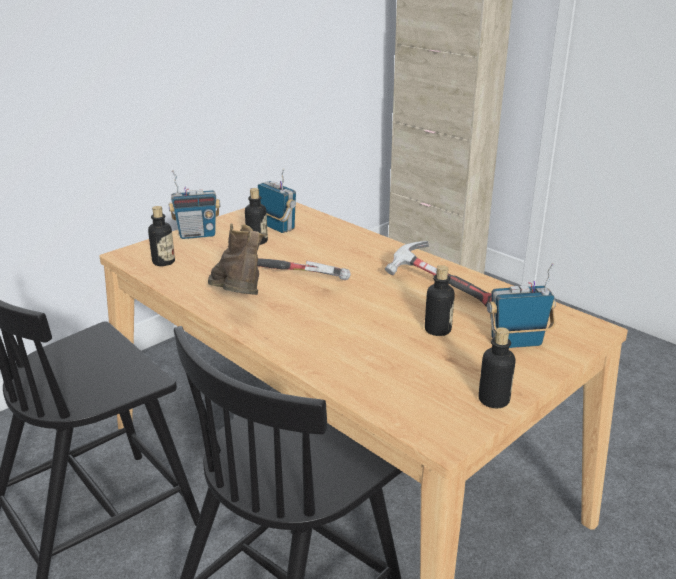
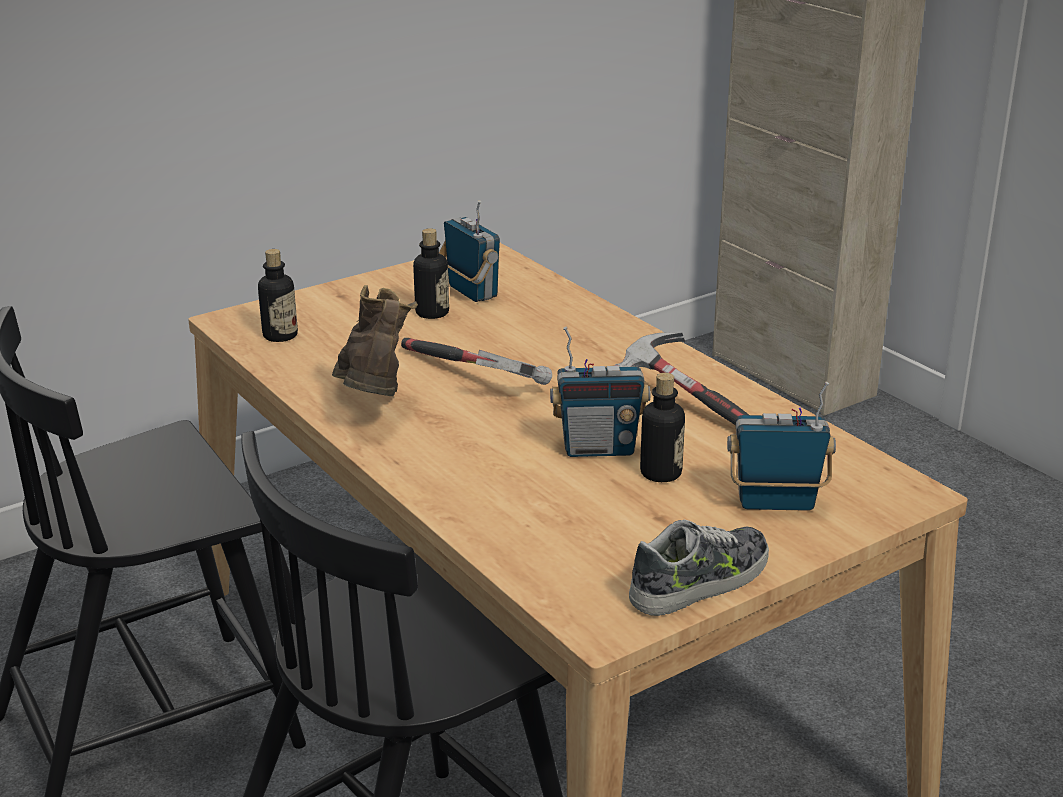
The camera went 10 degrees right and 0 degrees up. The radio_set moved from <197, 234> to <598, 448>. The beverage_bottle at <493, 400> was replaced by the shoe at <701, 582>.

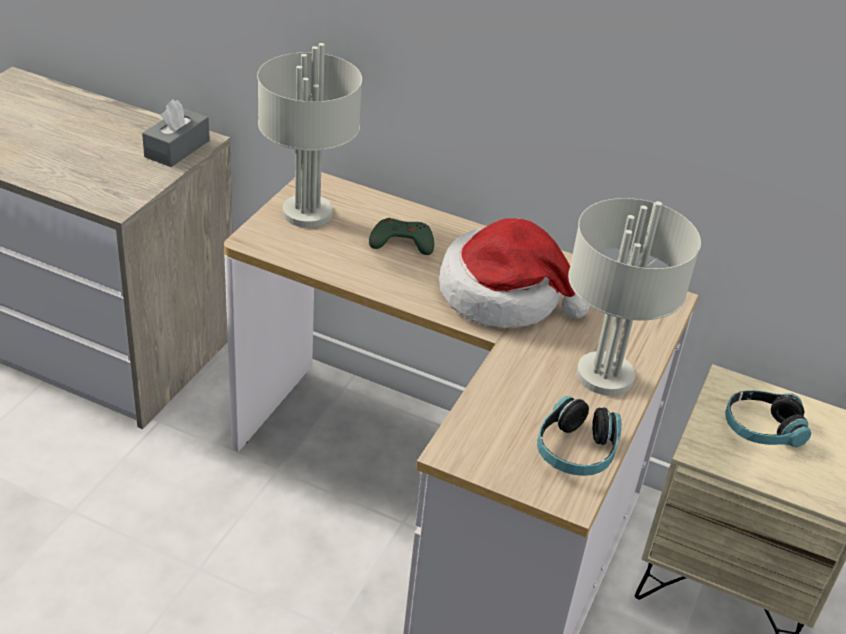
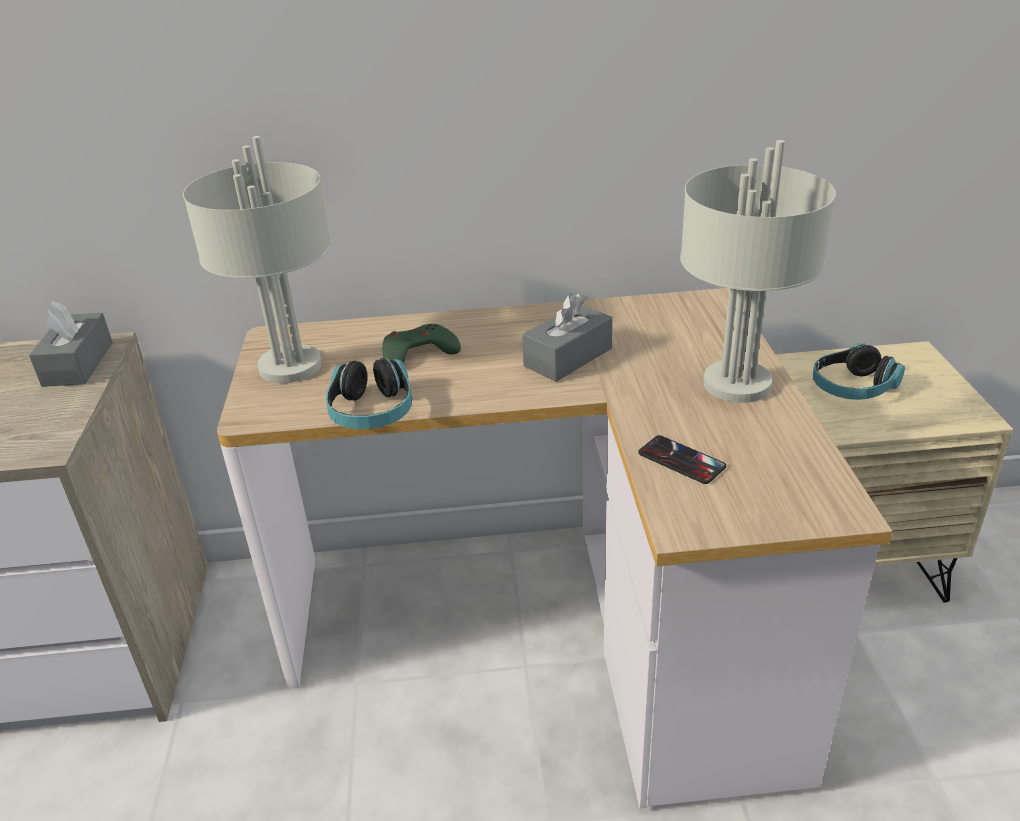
The camera went 25 degrees left and 5 degrees down. The headphones moved from <576, 451> to <372, 411>. The wearable_hat at <503, 295> was replaced by the greyish_box_of_tissues at <568, 357>. The handset at <681, 460> appeared.

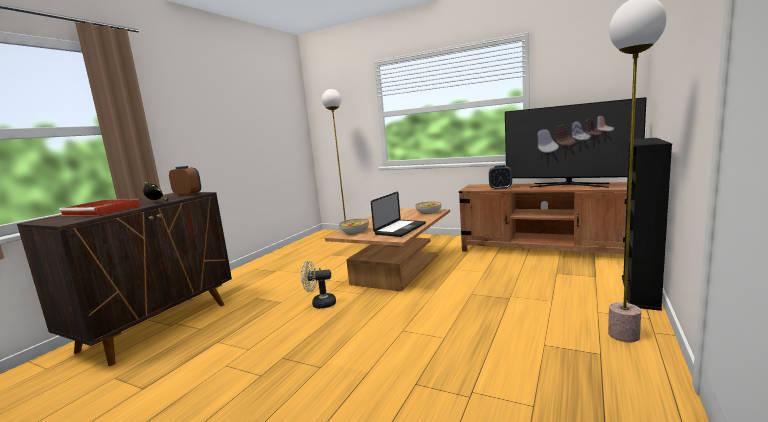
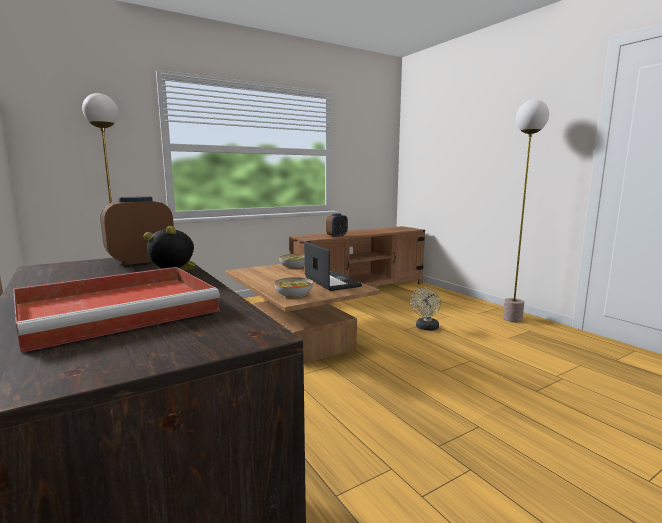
The camera went 60 degrees left and 0 degrees up. The beige_cooling_fan moved from <320, 304> to <426, 328>. The television at <568, 185> disappeared. The black-coloured_shelving_unit at <640, 292> disappeared.

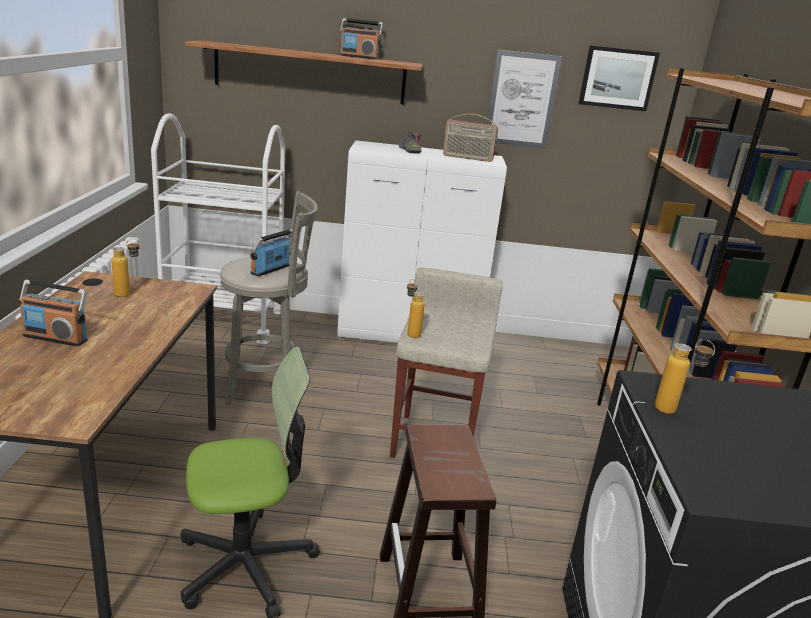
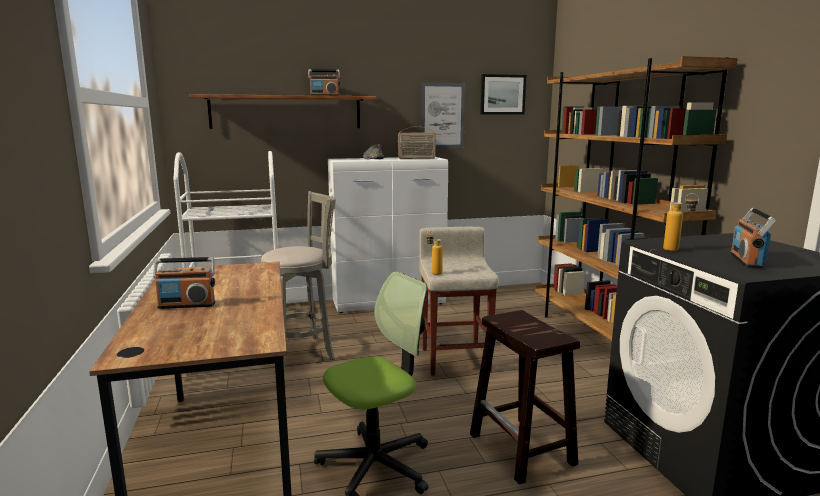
The camera went 15 degrees left and 10 degrees down. The radio_set moved from <270, 270> to <746, 261>. The beverage_bottle at <129, 295> disappeared.

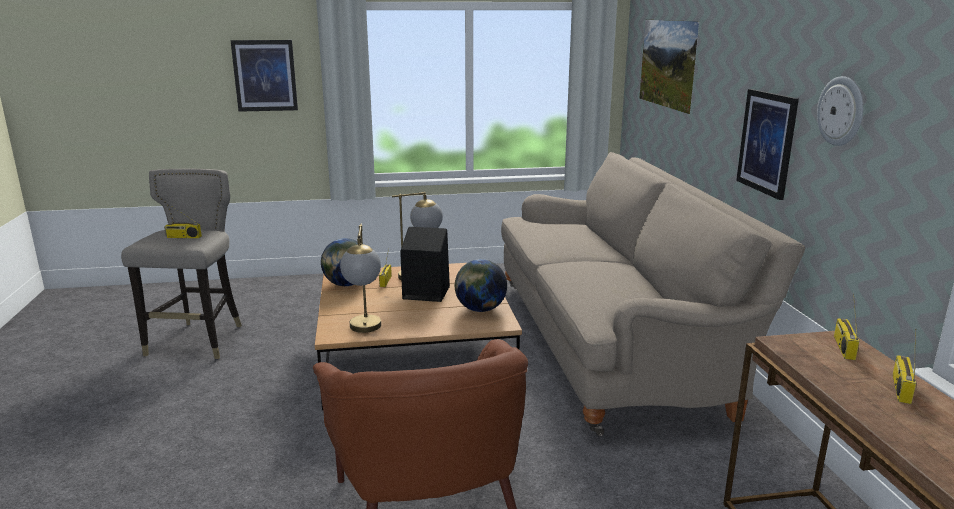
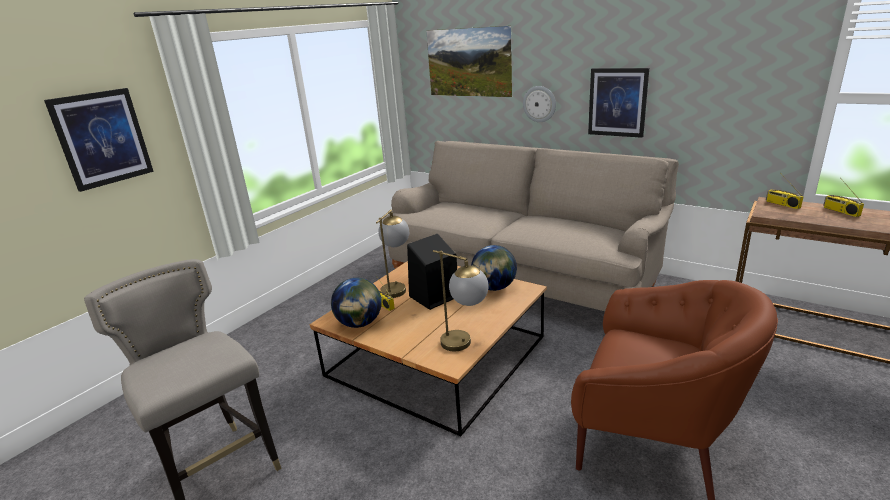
The camera went 45 degrees left and 5 degrees up. The clock_on_the_wall moved from <841, 111> to <539, 104>. The radio_set at <183, 237> disappeared.

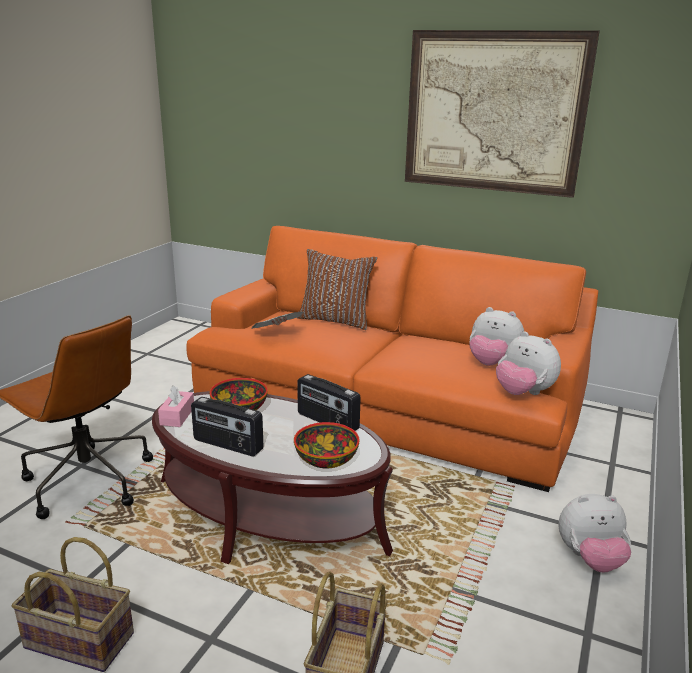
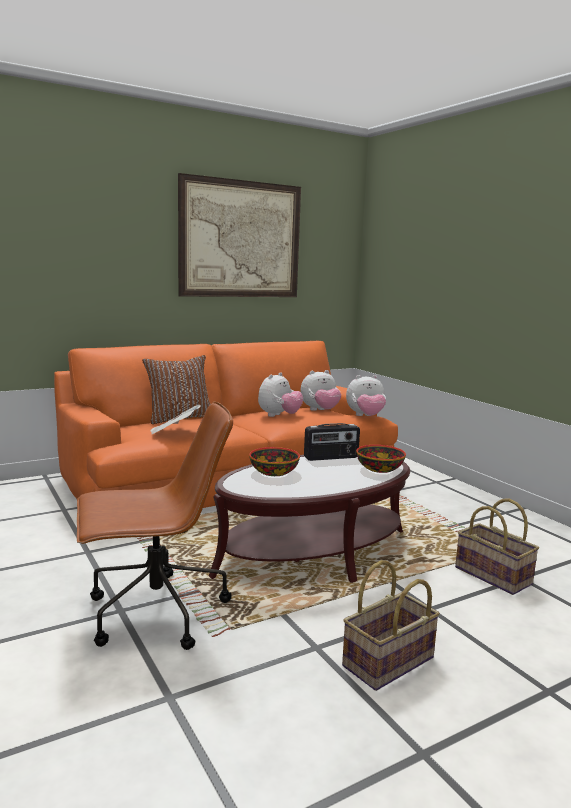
The camera went 55 degrees left and 10 degrees down. The cuddly_toy moved from <590, 559> to <279, 416>. The pink_box_of_tissues at <177, 416> disappeared. The radio_set at <227, 445> disappeared.

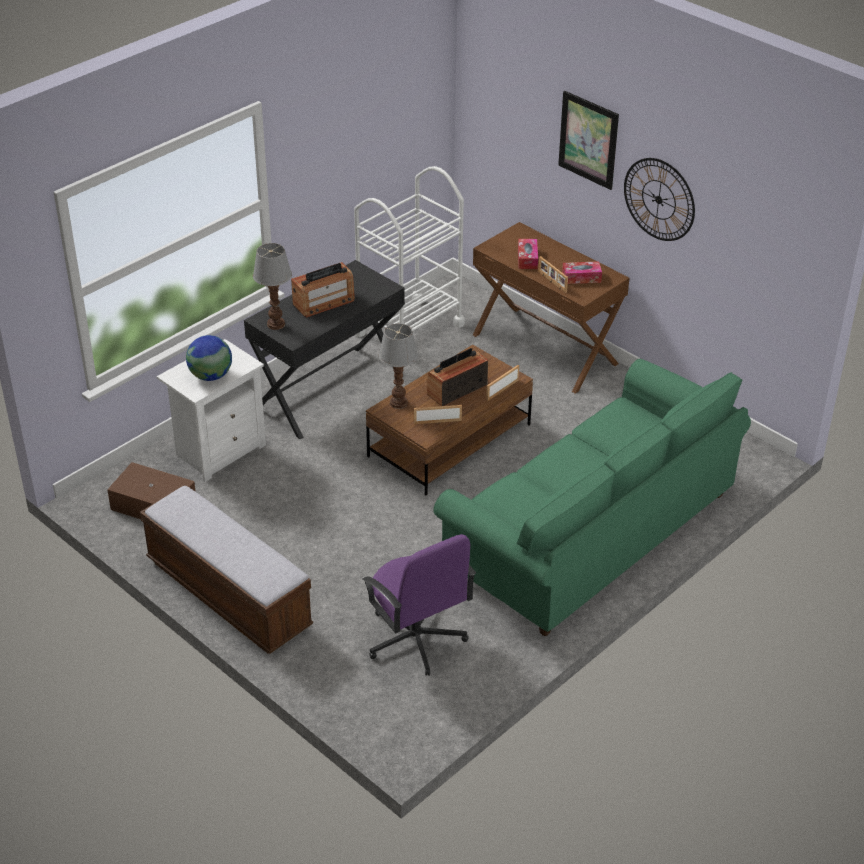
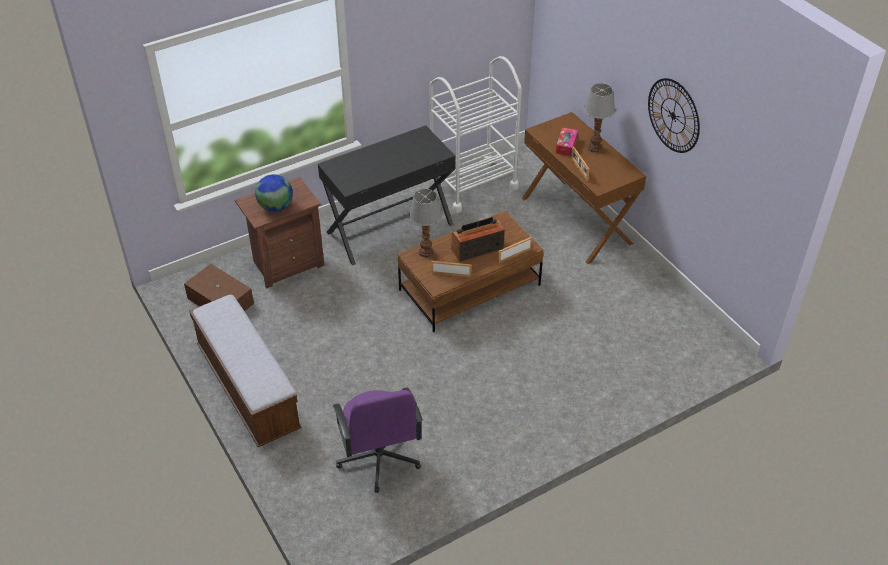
The camera went 15 degrees right and 5 degrees up. The white-coloured_nightstand at <219, 450> became the brownish_nightstand at <287, 263>. The tabletop_lamp moved from <275, 324> to <594, 148>. The radio_set at <323, 302> disappeared. The green_couch at <589, 534> disappeared. The wall_art at <588, 140> disappeared. The box_of_tissues at <581, 277> disappeared.

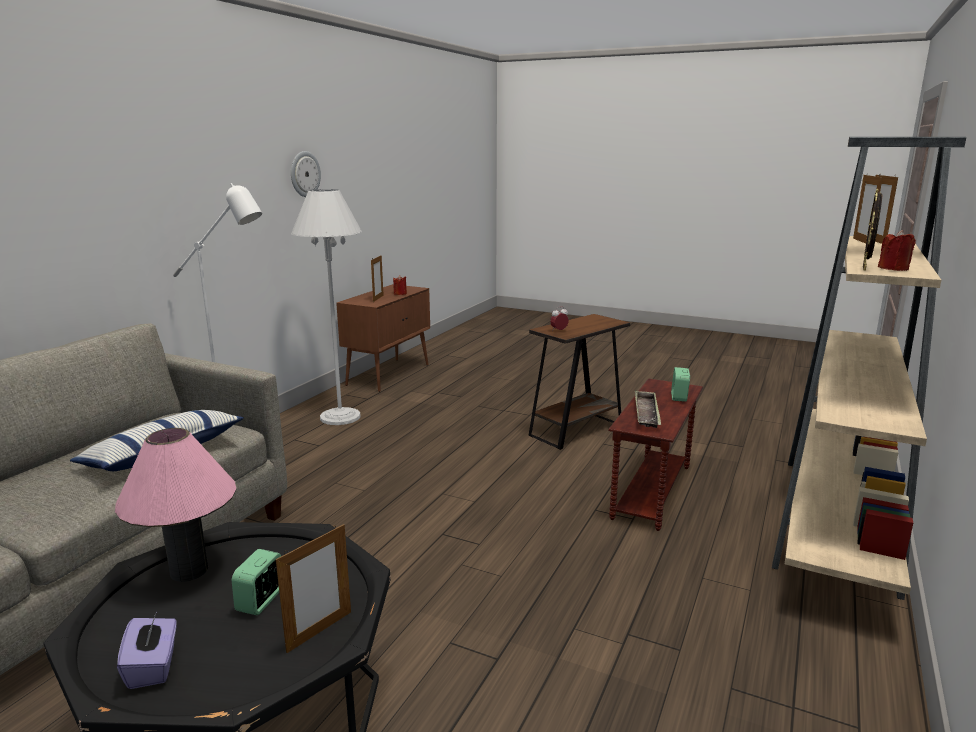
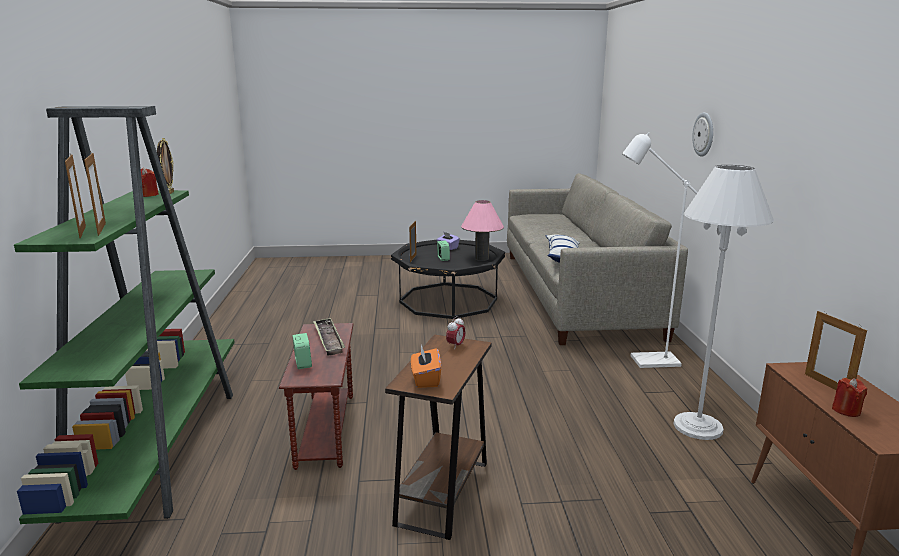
The camera went 150 degrees right and 0 degrees up. The beige_shelving_unit at <837, 521> became the green_shelving_unit at <159, 447>. The orange_box_of_tissues at <425, 379> appeared. The clock_on_the_wall moved from <304, 174> to <704, 134>.

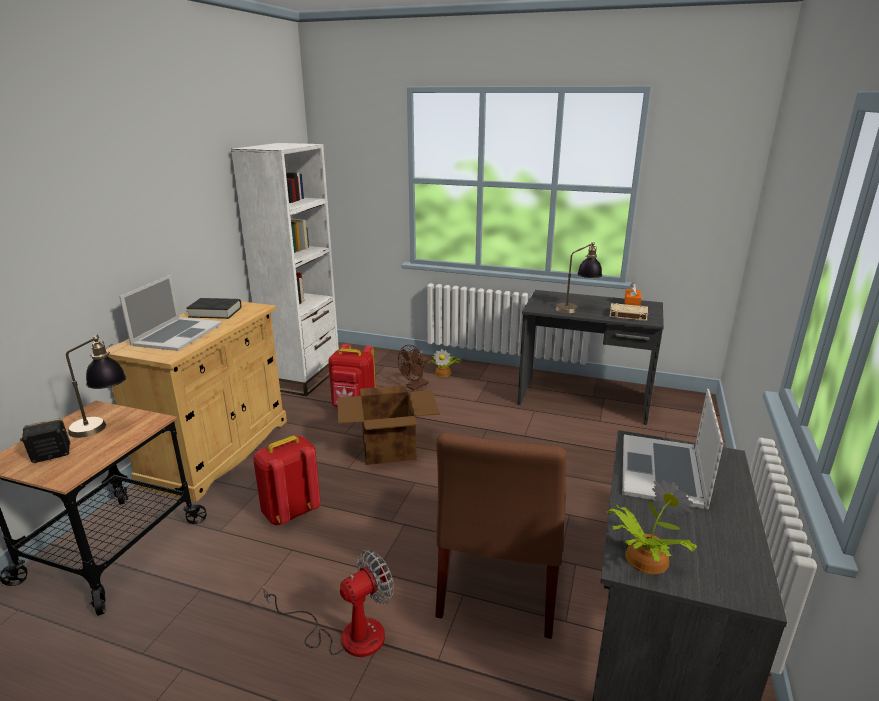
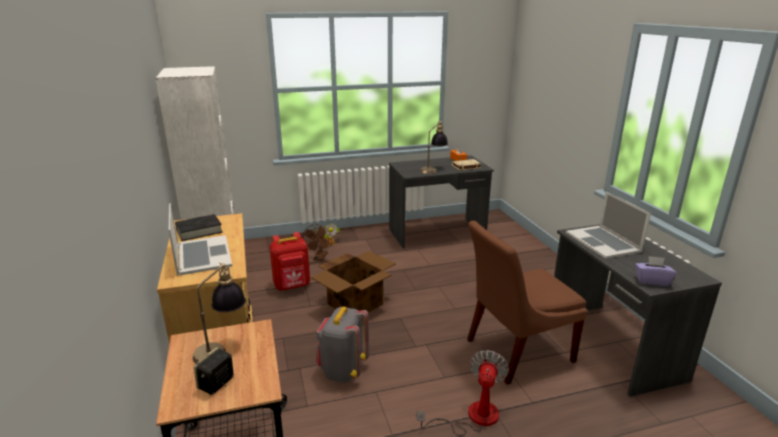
The camera went 35 degrees left and 0 degrees up. The reddish_knapsack at <291, 512> became the greyish_knapsack at <343, 370>. The brownish_plain_chair at <498, 585> turned 90 degrees clockwise. The houseplant at <644, 558> was replaced by the purplish_box_of_tissues at <652, 281>.

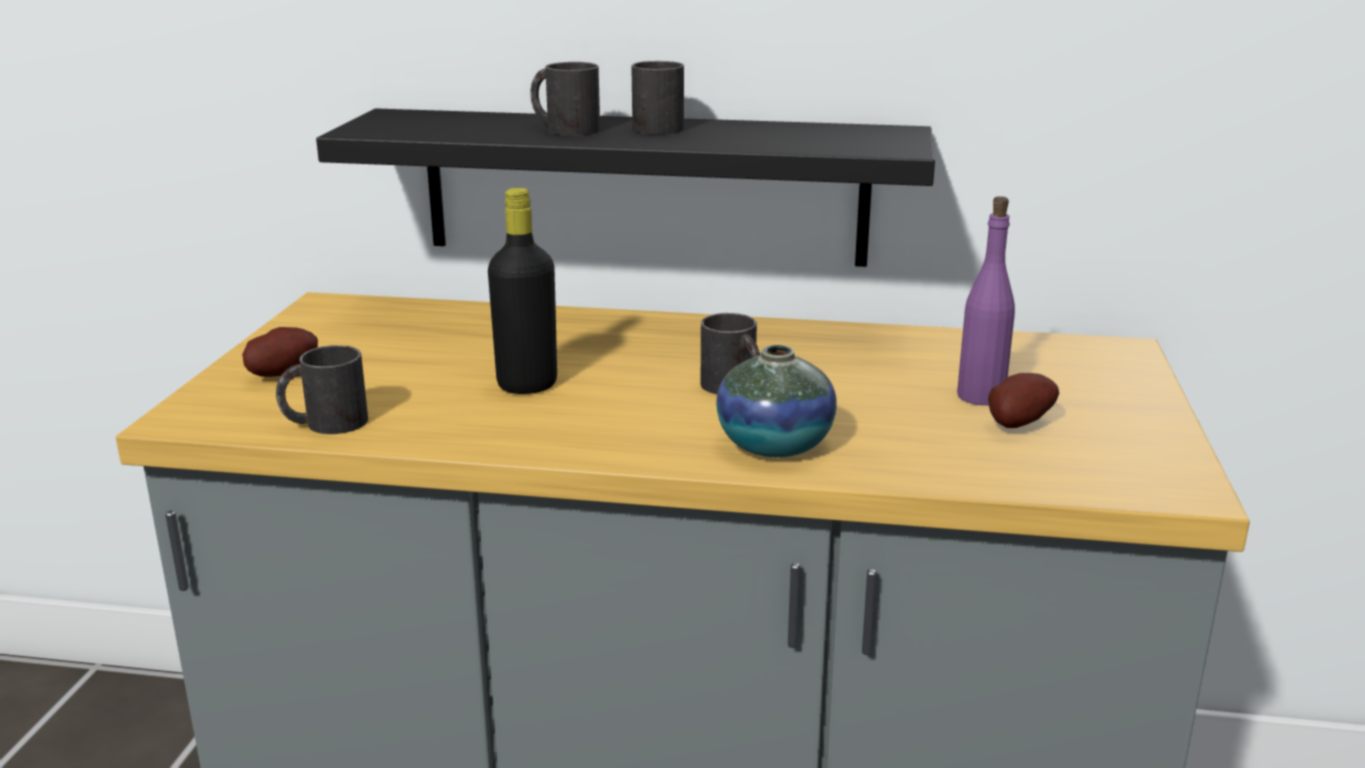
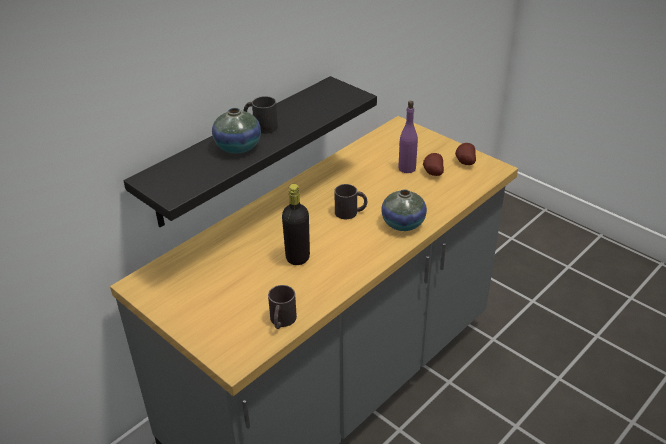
The camera went 55 degrees left and 15 degrees up. The black-coloured_coffee_mug at <564, 129> was replaced by the vase at <238, 147>. The whole_potato moved from <282, 375> to <464, 162>.

